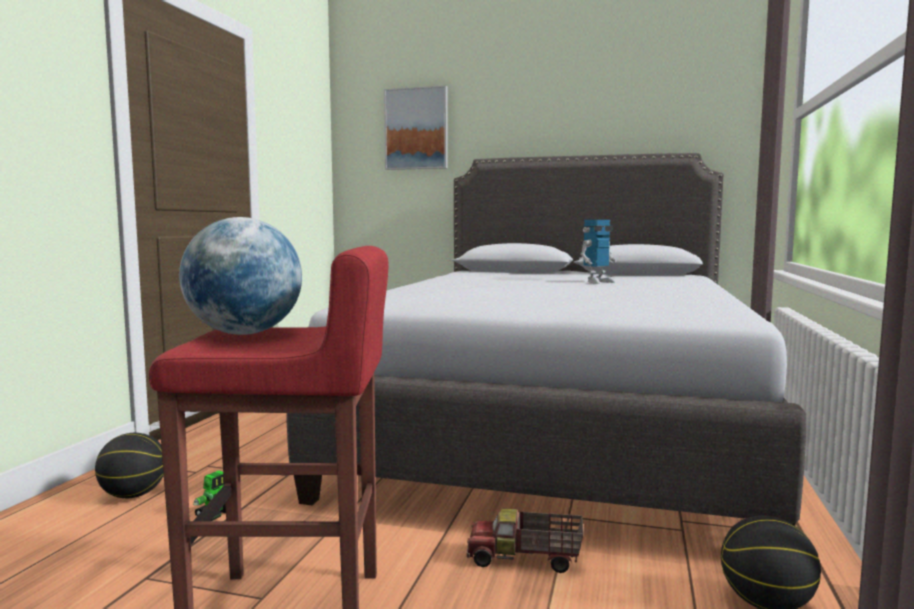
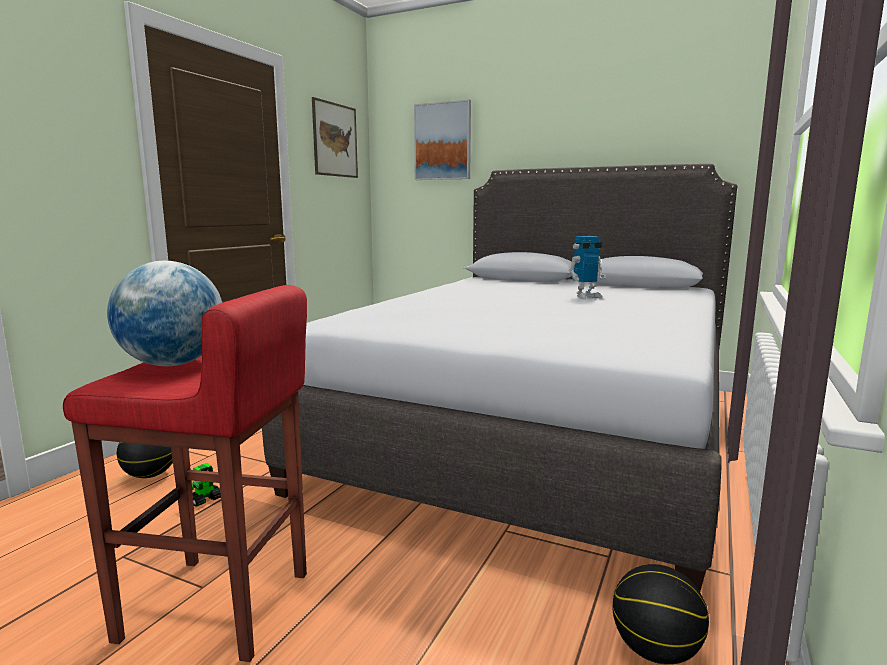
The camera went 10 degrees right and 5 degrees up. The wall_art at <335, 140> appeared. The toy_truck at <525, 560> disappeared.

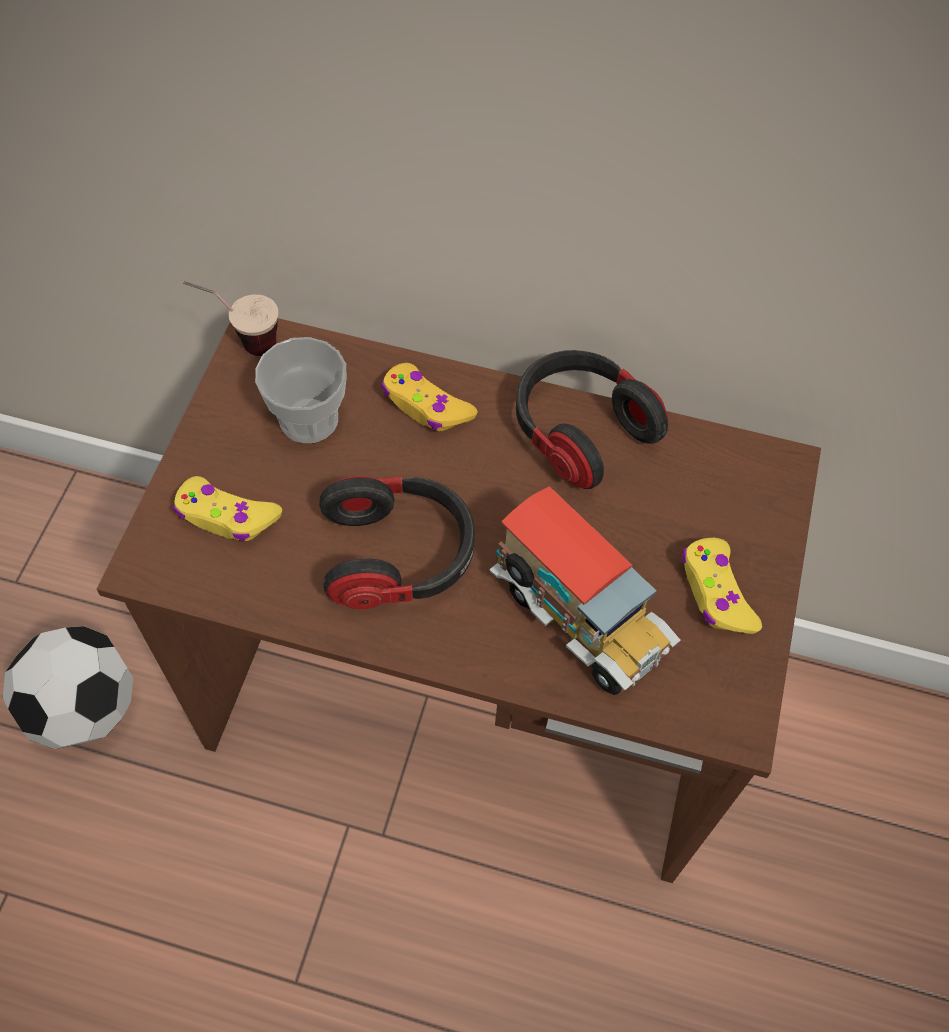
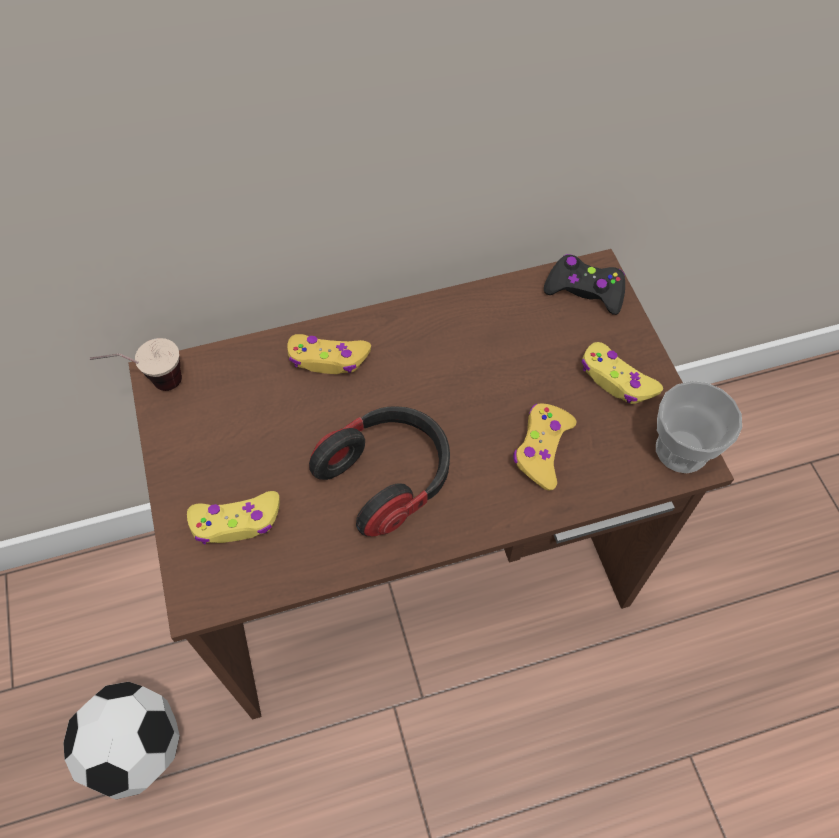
The camera went 30 degrees left and 0 degrees up. The toy_truck at <578, 618> was replaced by the yellowish_joypad at <542, 449>. The black-coloured_joypad at <584, 290> appeared. The drinking_cup moved from <309, 419> to <681, 450>. The headphones at <580, 430> disappeared.

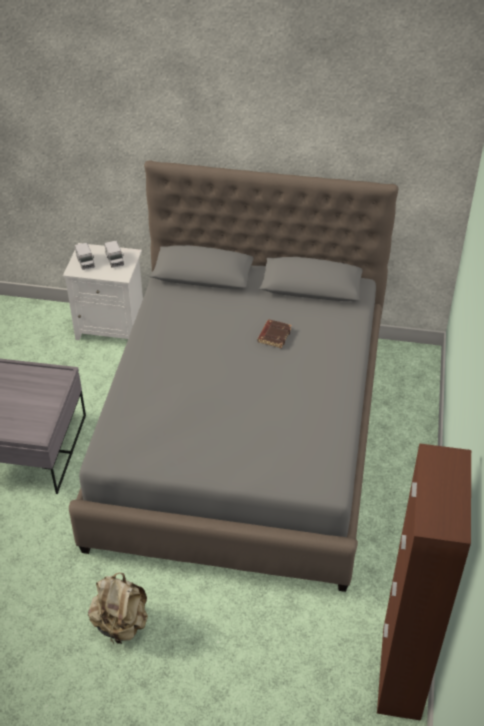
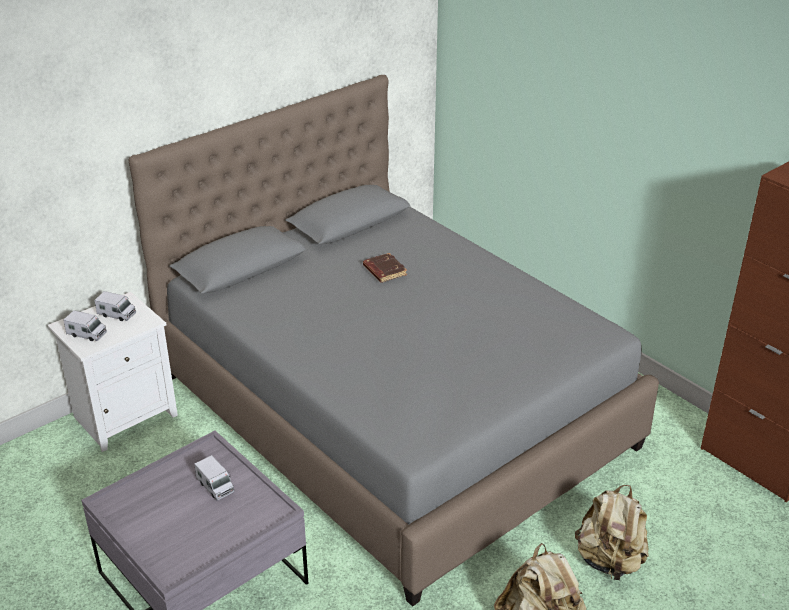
The camera went 50 degrees left and 10 degrees down. The toy_truck at <215, 486> appeared. The beige_knapsack at <609, 561> appeared.

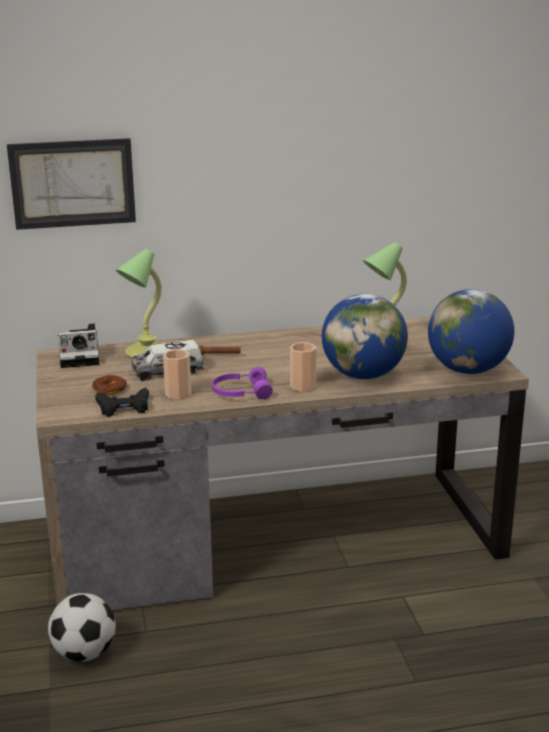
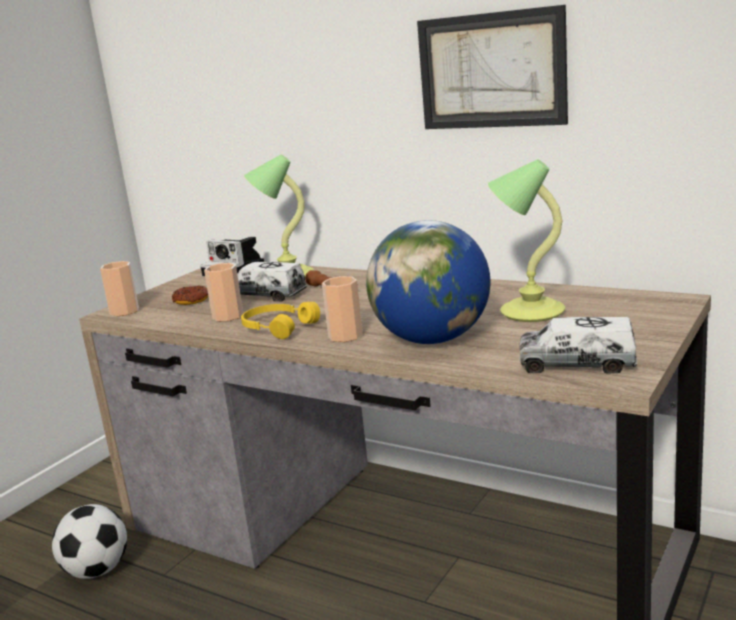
The camera went 45 degrees right and 5 degrees down. The drinking_cup at <124, 311> appeared. The purplish_headphones at <241, 392> became the yellowish_headphones at <278, 327>. The wall_art moved from <72, 183> to <491, 70>. The world_globe at <468, 370> was replaced by the toy_truck at <577, 364>. The black-coloured_joypad at <124, 407> disappeared.

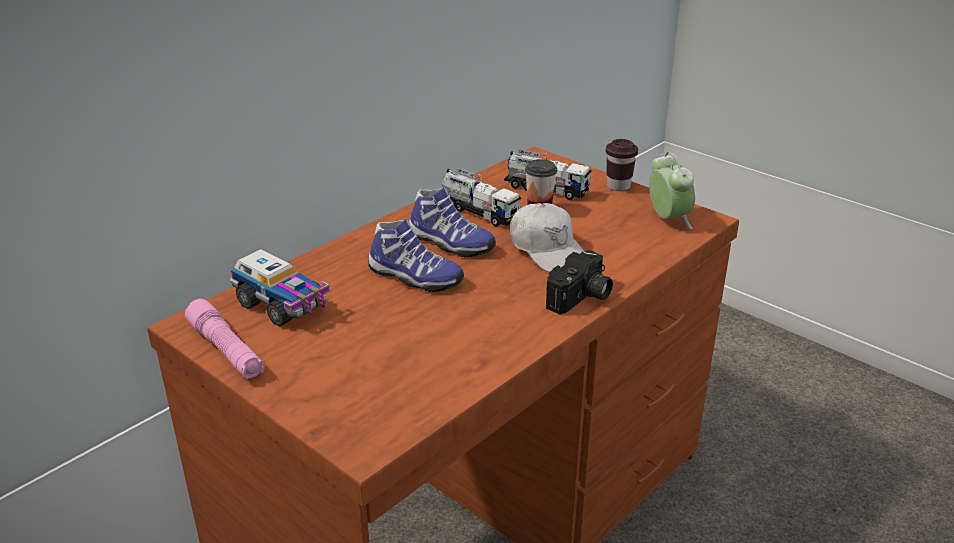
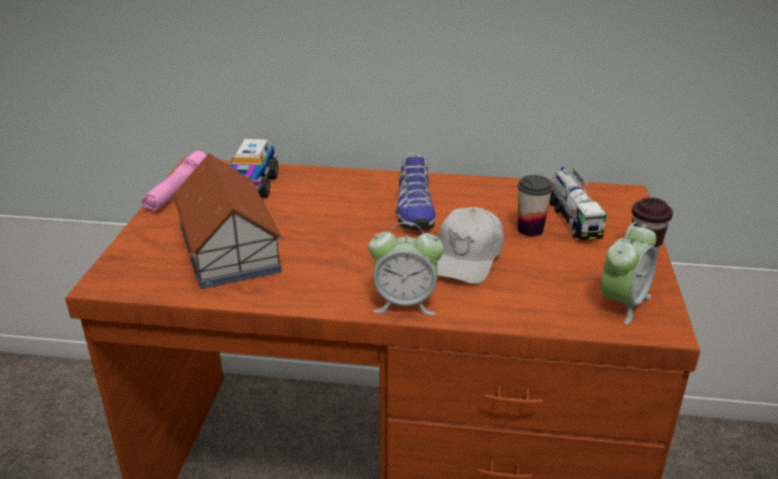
The camera went 55 degrees right and 0 degrees up. The model_house at <228, 250> appeared. The photo_camera at <581, 298> was replaced by the alarm_clock at <405, 303>. The shoe at <414, 278> disappeared. The toy_truck at <479, 212> disappeared.

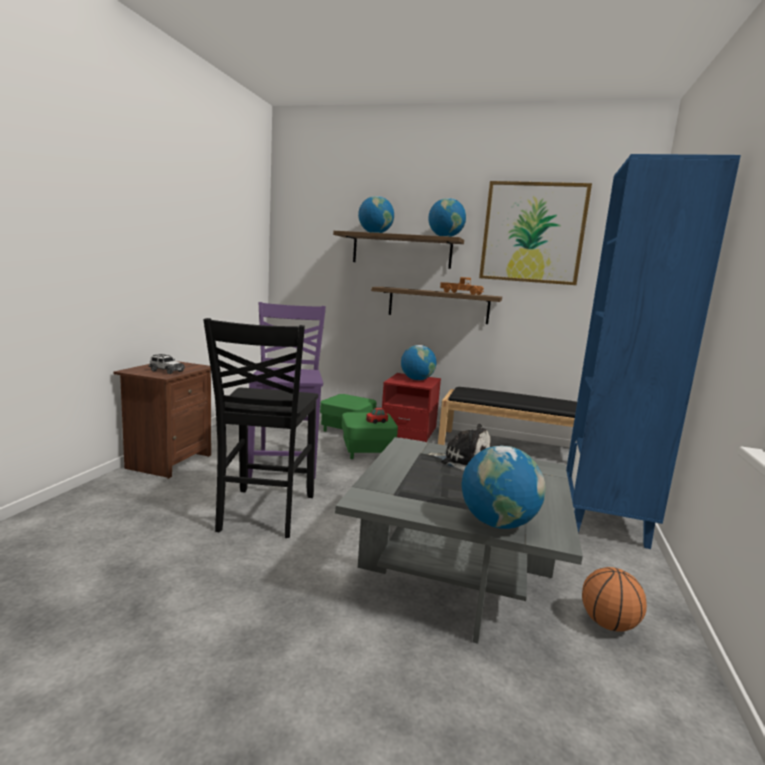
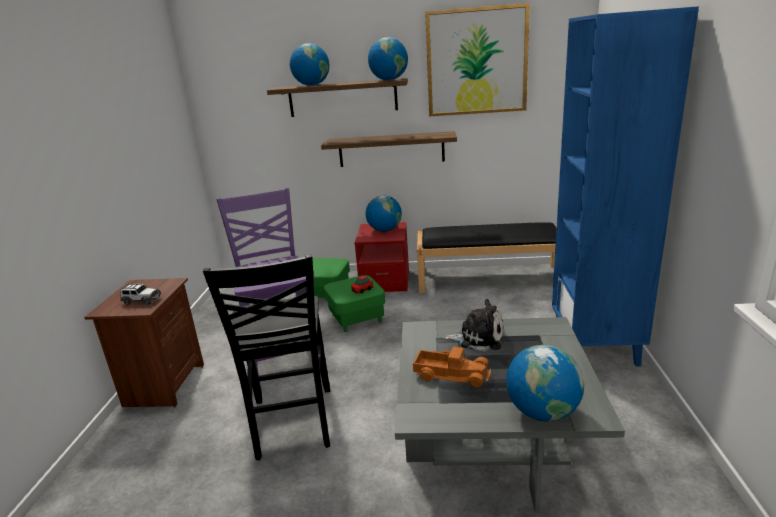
The camera went 10 degrees left and 10 degrees up. The toy_truck moved from <461, 293> to <451, 374>. The ball_for_basketball at <608, 624> disappeared.

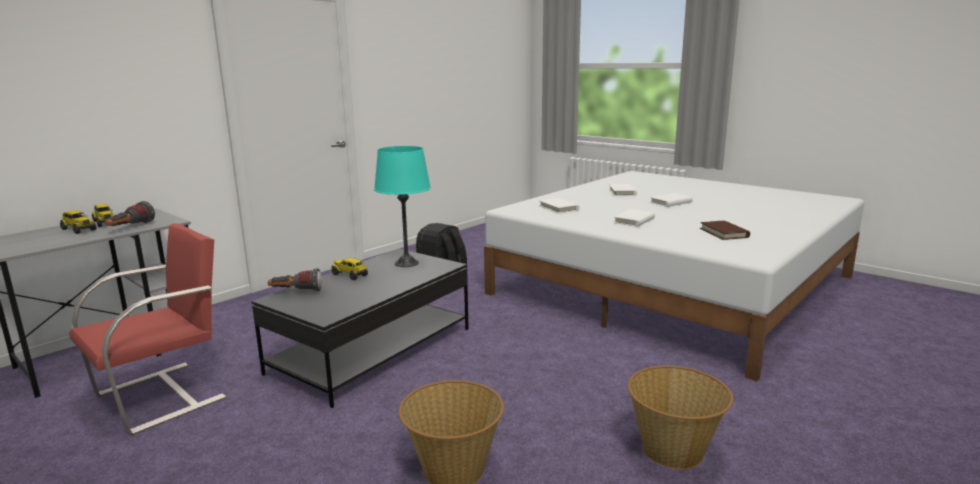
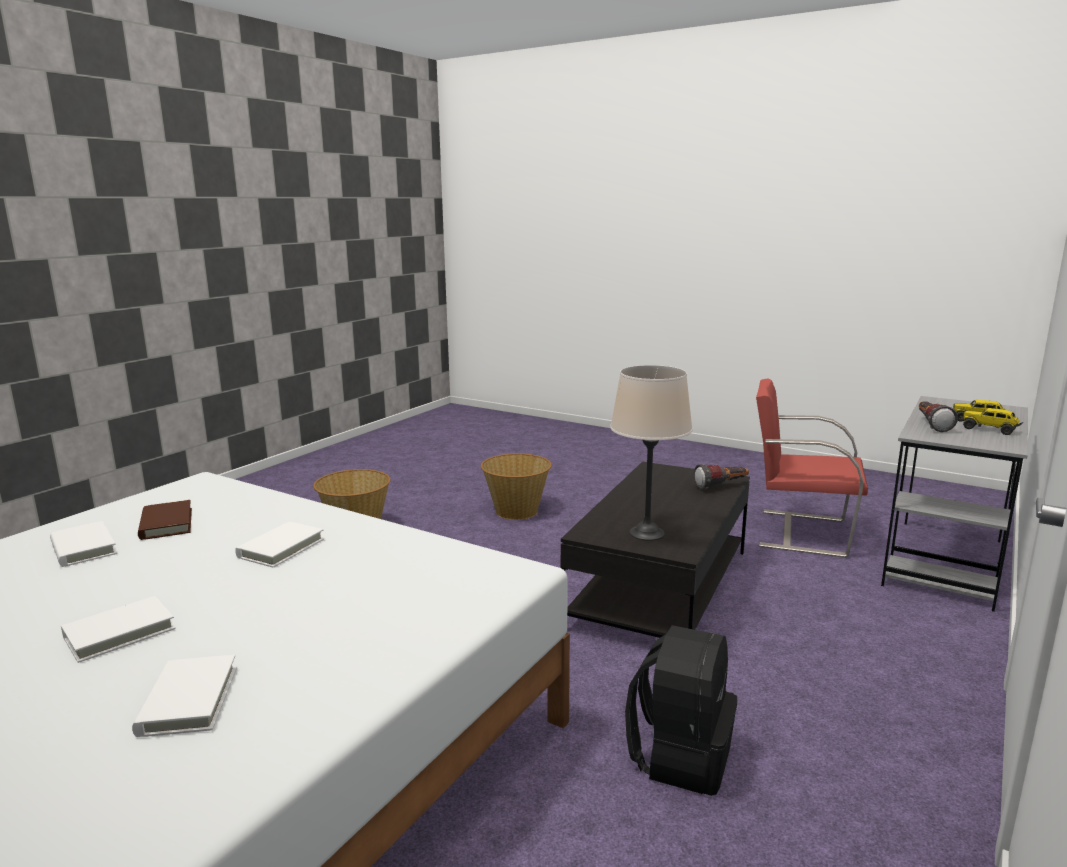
The camera went 170 degrees right and 0 degrees up. The white-coloured_bound_book moved from <558, 208> to <83, 548>. The turquoise-coloured_tabletop_lamp at <406, 263> became the beige_tabletop_lamp at <647, 533>. The reddish_plain_chair at <163, 395> turned 75 degrees clockwise. The toy_truck at <350, 275> disappeared.

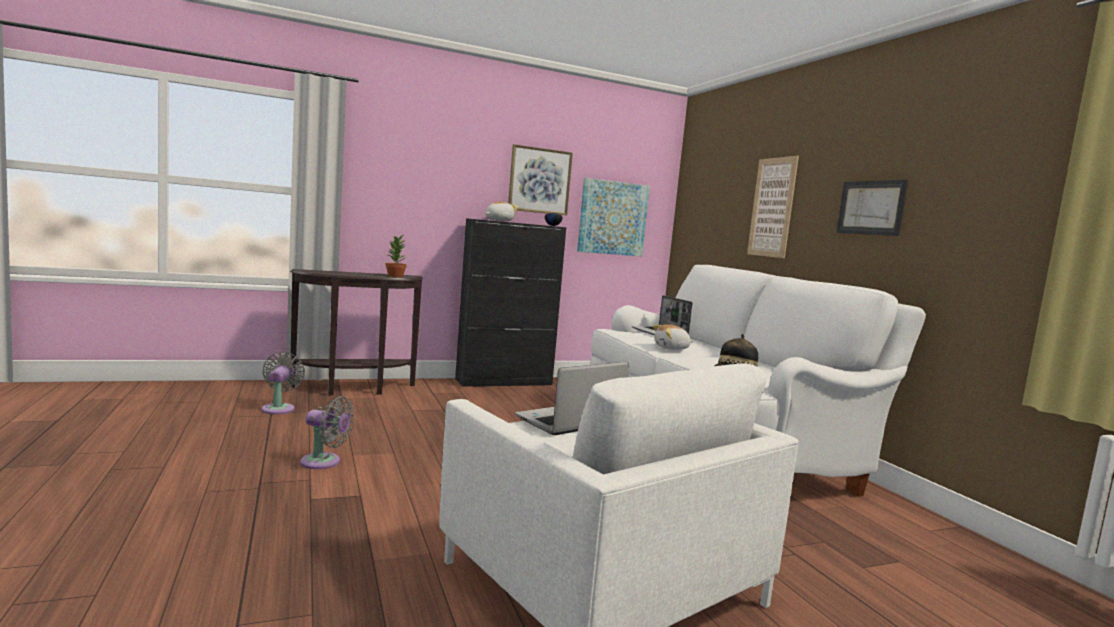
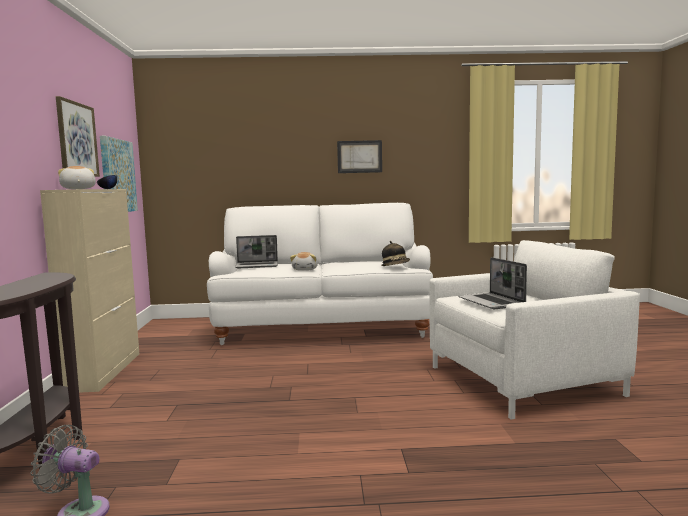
The camera went 70 degrees left and 0 degrees up. The black-coloured_cabinet at <504, 382> became the beige_cabinet at <104, 371>. The greyish_cooling_fan at <324, 462> disappeared. The houseplant at <395, 276> disappeared. The wall_art at <772, 207> disappeared.

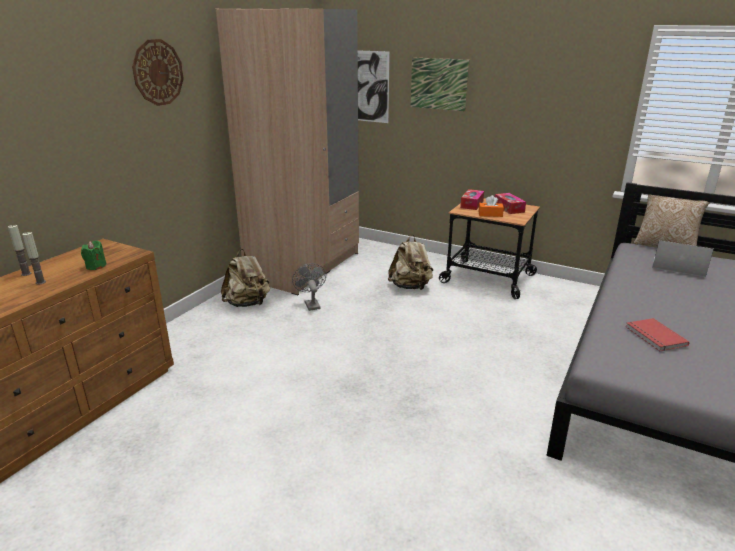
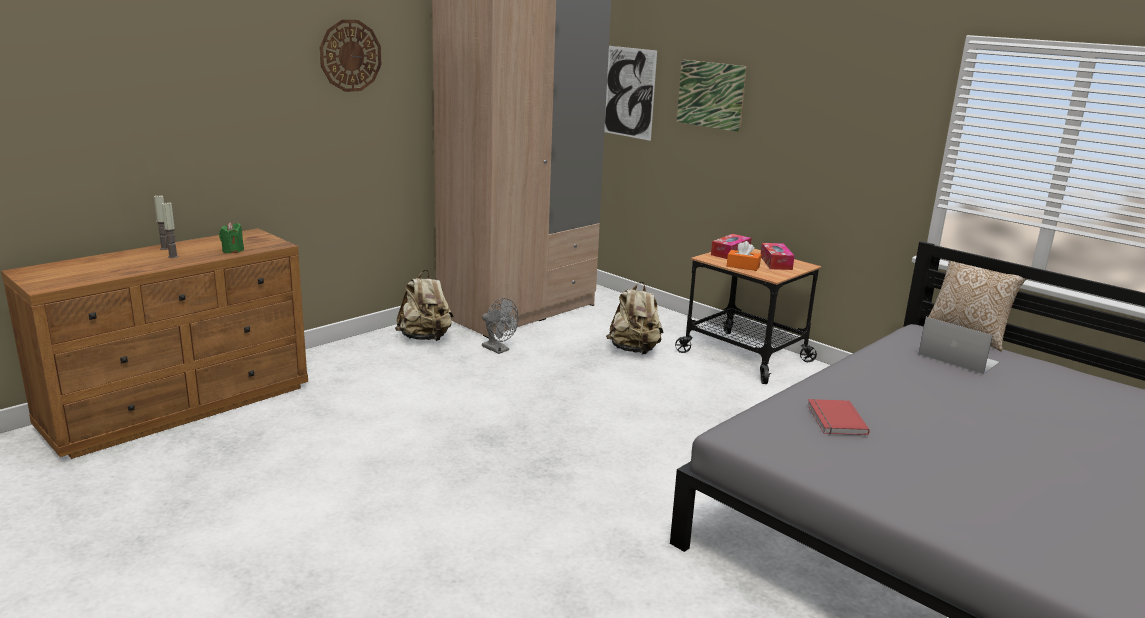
The camera went 15 degrees right and 5 degrees down. The greyish_cooling_fan at <311, 304> turned 135 degrees clockwise.

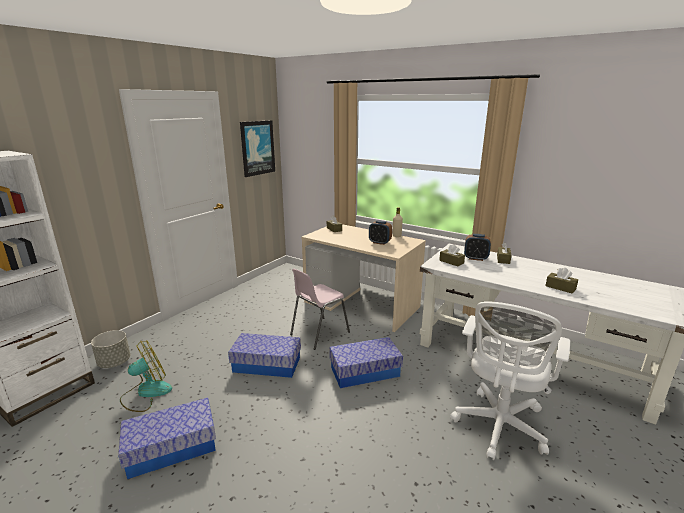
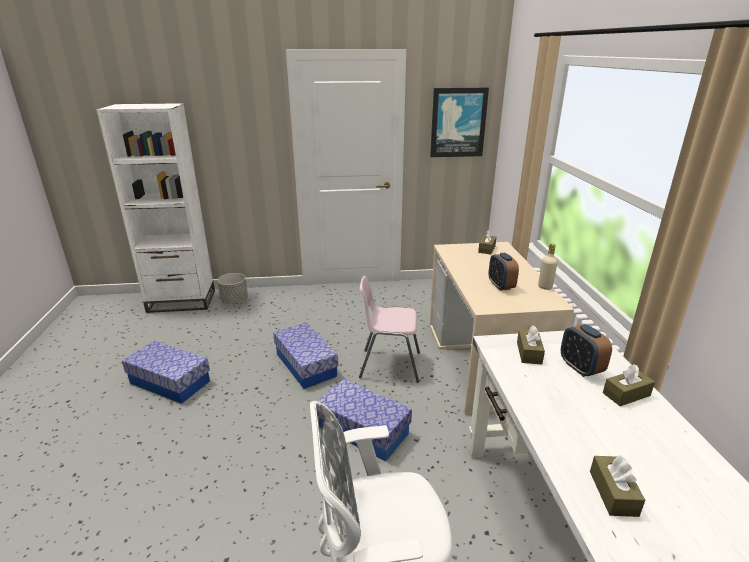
The camera went 50 degrees right and 5 degrees up. The cooling_fan at <146, 393> disappeared.

